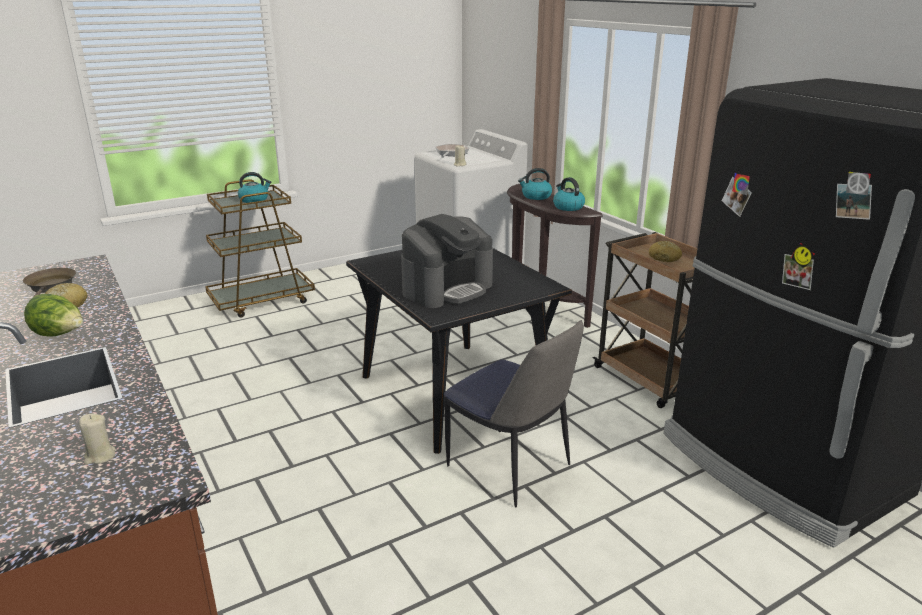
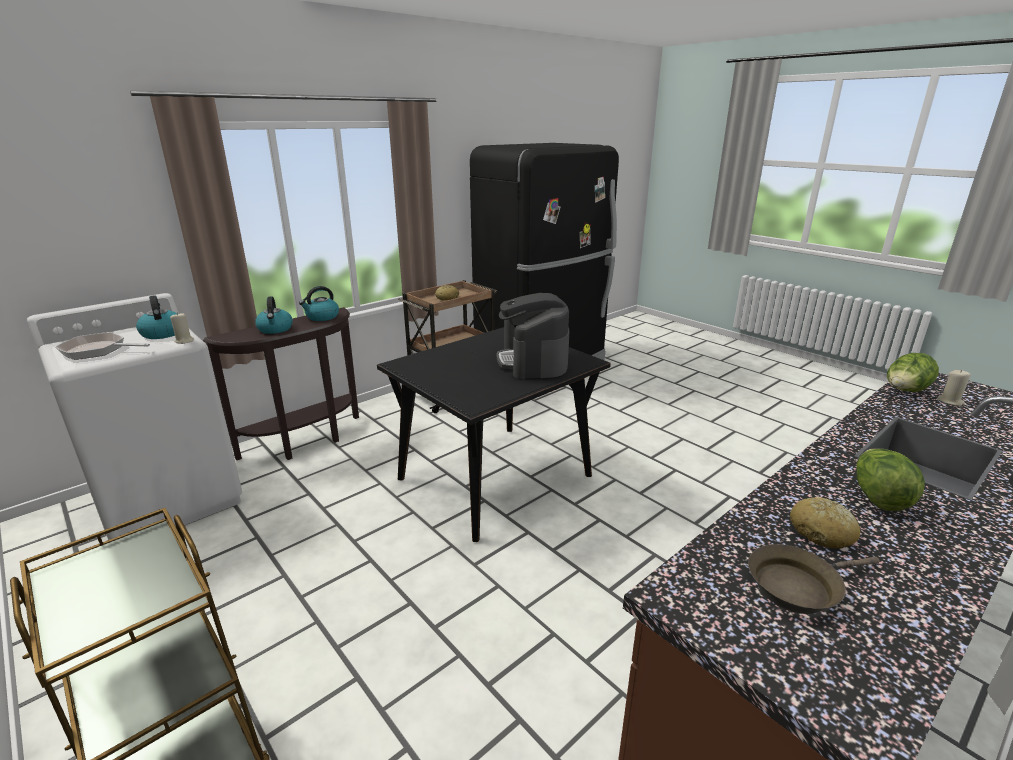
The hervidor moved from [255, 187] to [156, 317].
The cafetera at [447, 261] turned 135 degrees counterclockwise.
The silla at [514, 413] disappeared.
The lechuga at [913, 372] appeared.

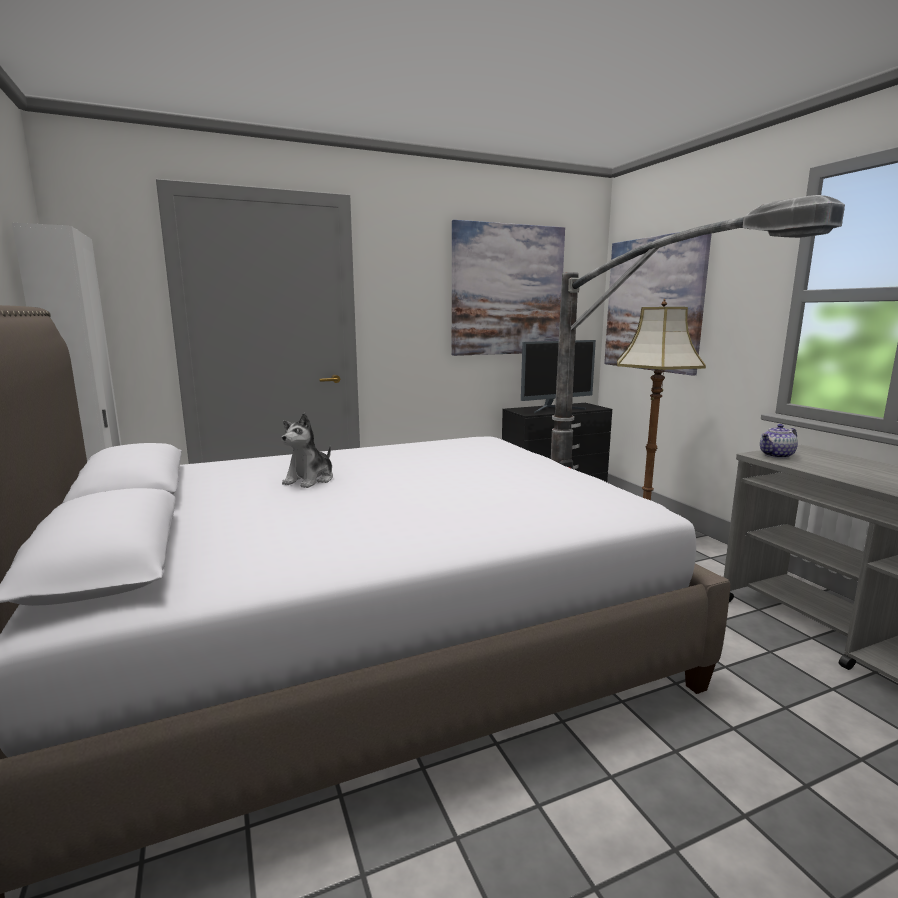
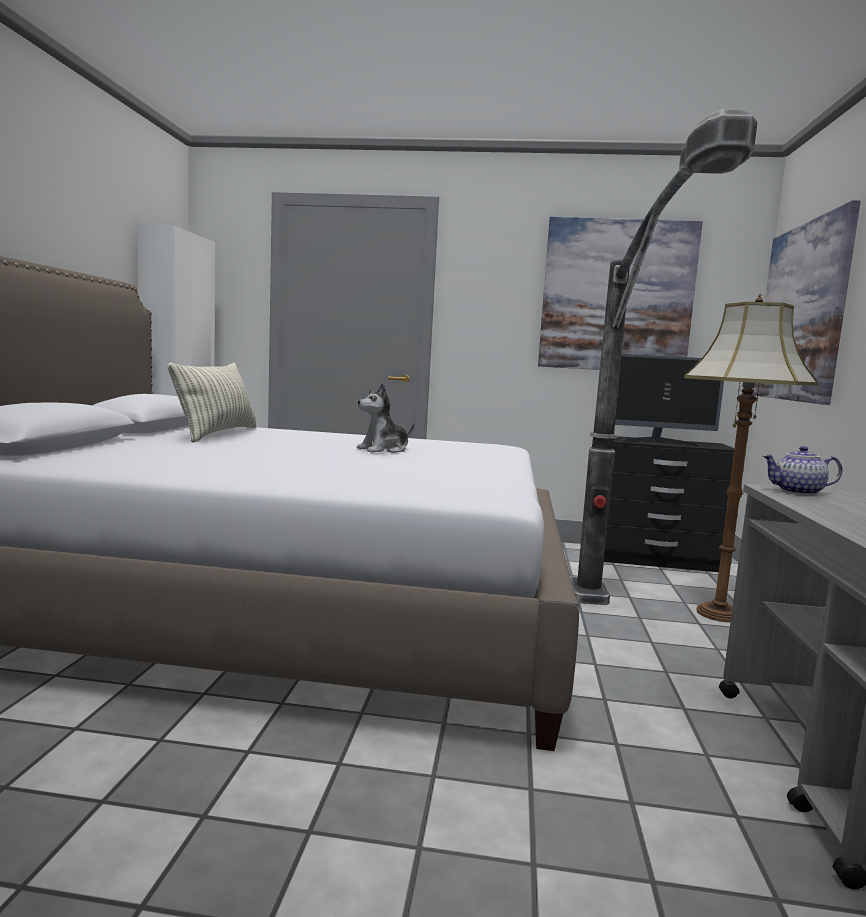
The peluche moved from [307, 450] to [385, 418].
The cojín at [211, 403] appeared.

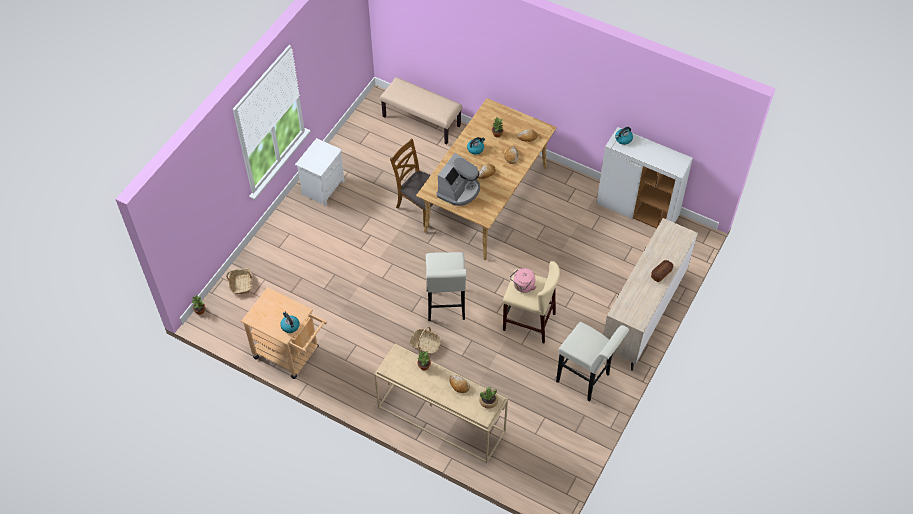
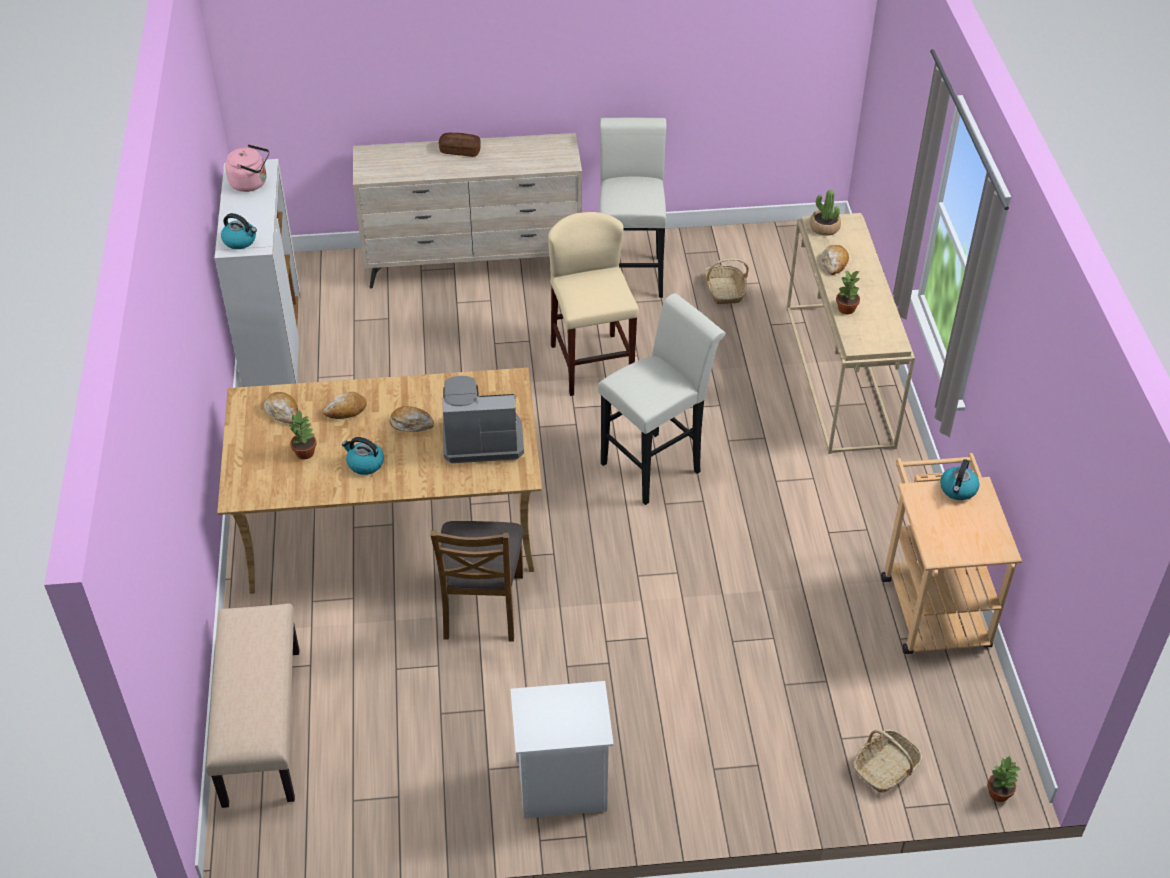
The hervidor (rosa) moved from [523, 280] to [247, 168].
The cesta moved from [425, 340] to [727, 281].

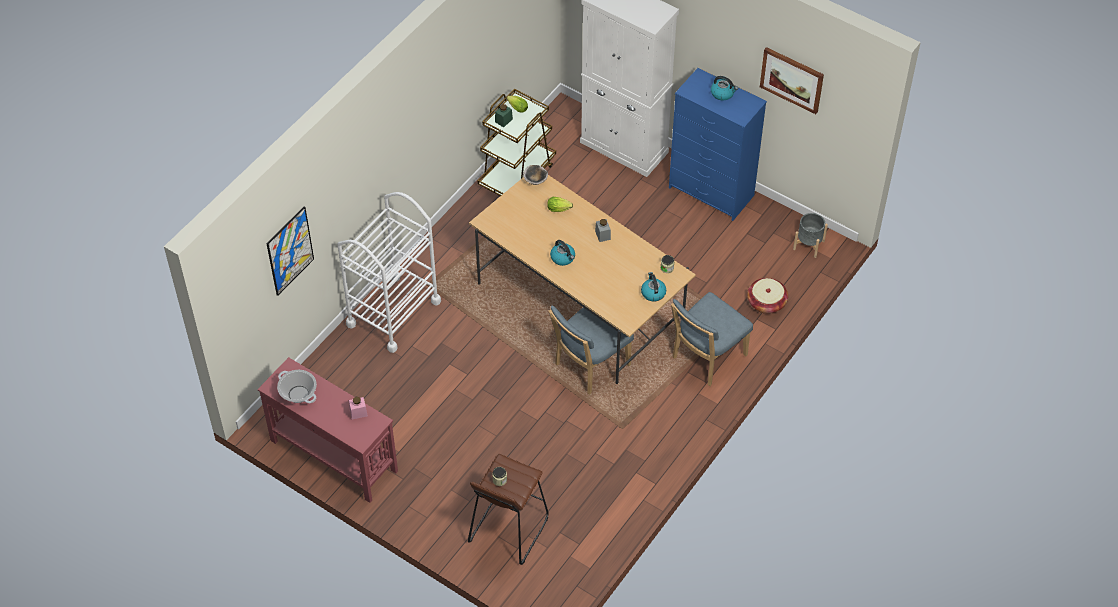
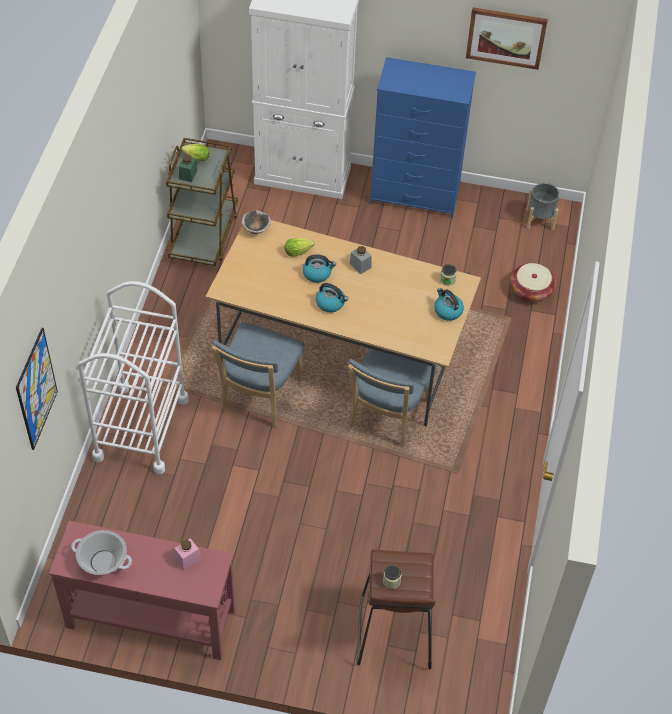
The hervidor moved from [724, 88] to [319, 268].
The silla (azul) moved from [712, 339] to [258, 374].

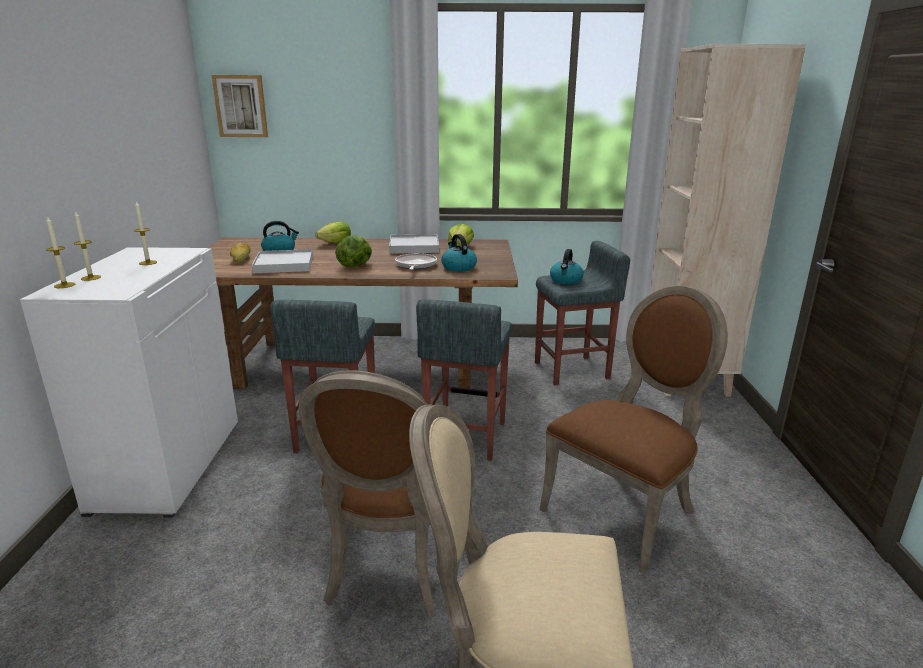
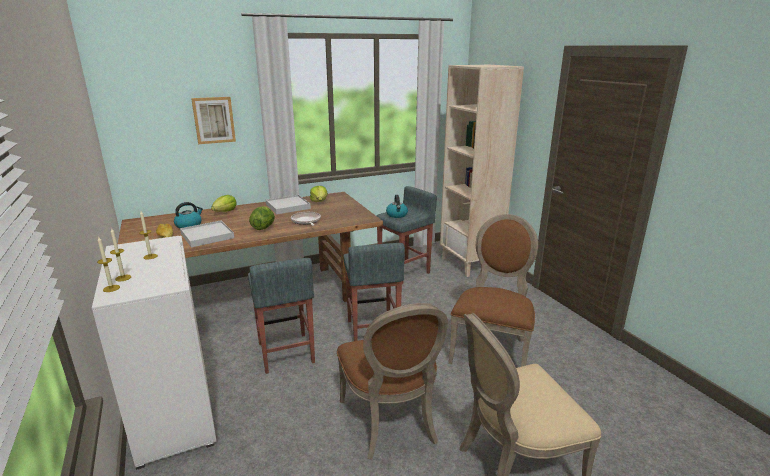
The cuadro moved from [240, 106] to [213, 120].
The hervidor at [459, 253] disappeared.

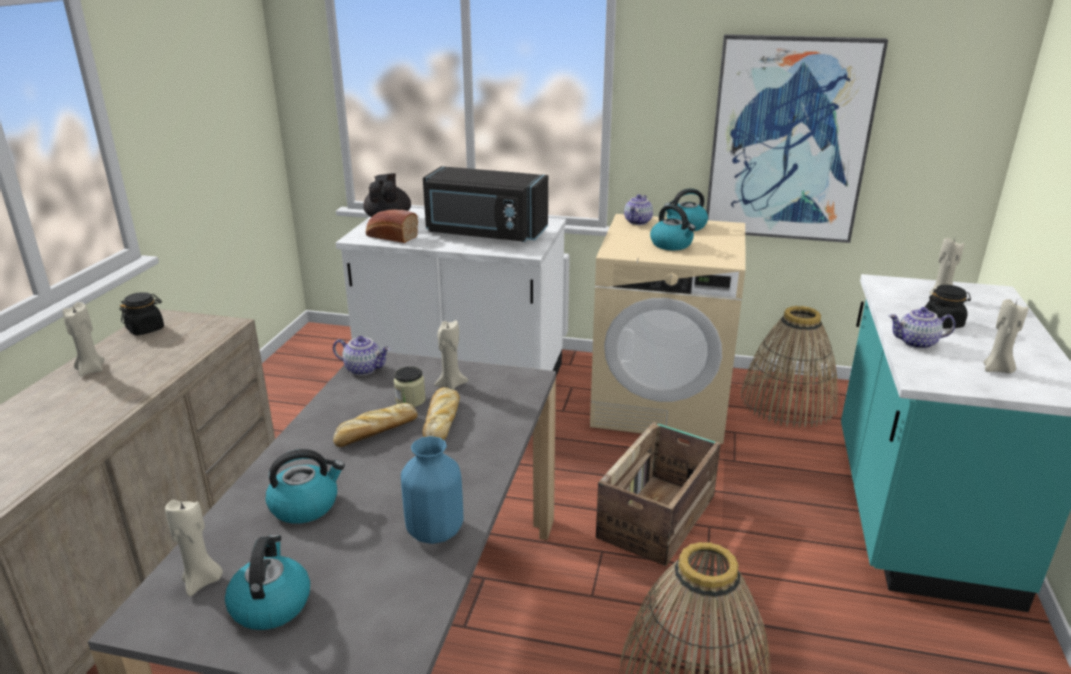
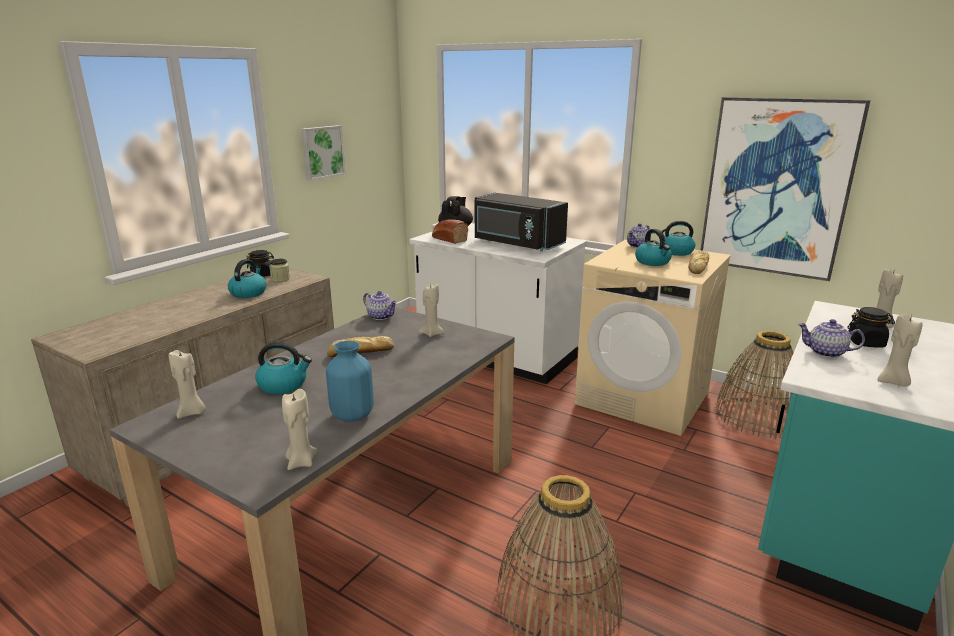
The vela (beis) moved from [84, 339] to [299, 429].
The tarro moved from [410, 386] to [279, 270].
The pan moved from [441, 413] to [698, 262].
The caja de embalaje at [658, 494] disappeared.
The hervidor moved from [267, 582] to [247, 278].
The cuadro at [323, 153] appeared.

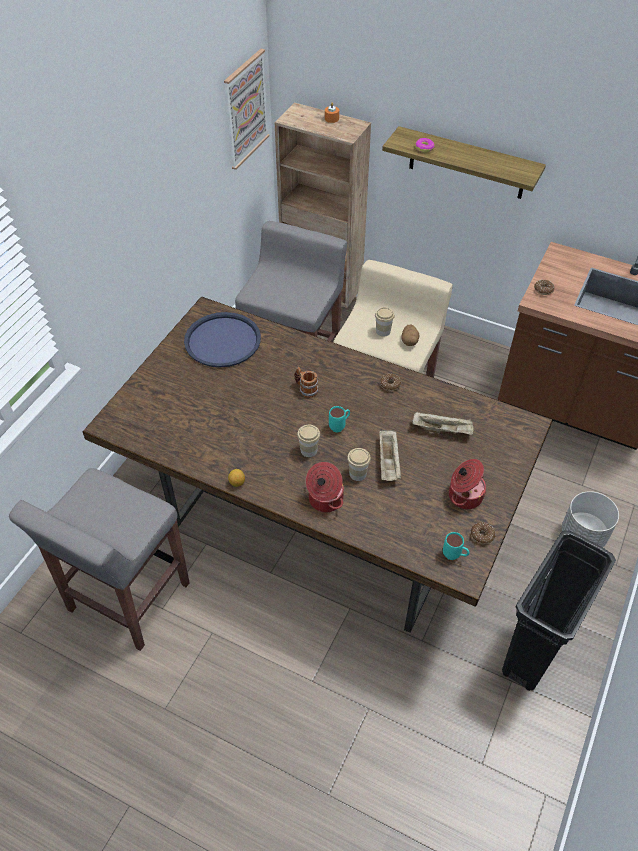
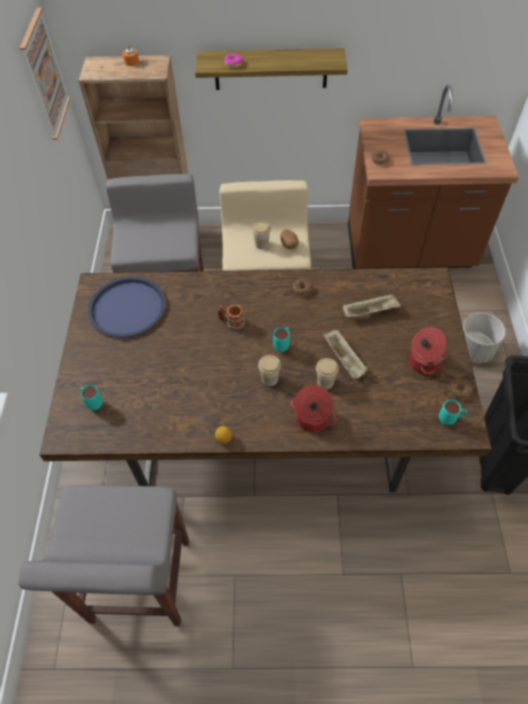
The taza grande (turquesa) at [91, 397] appeared.

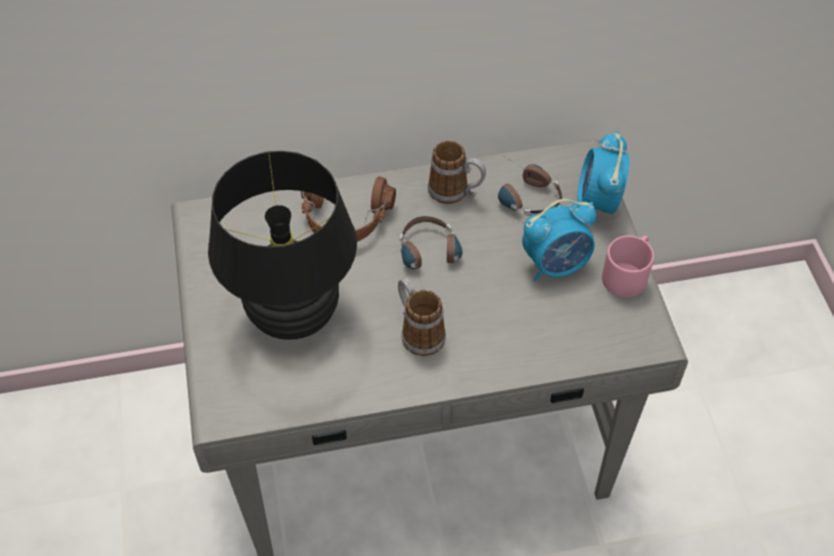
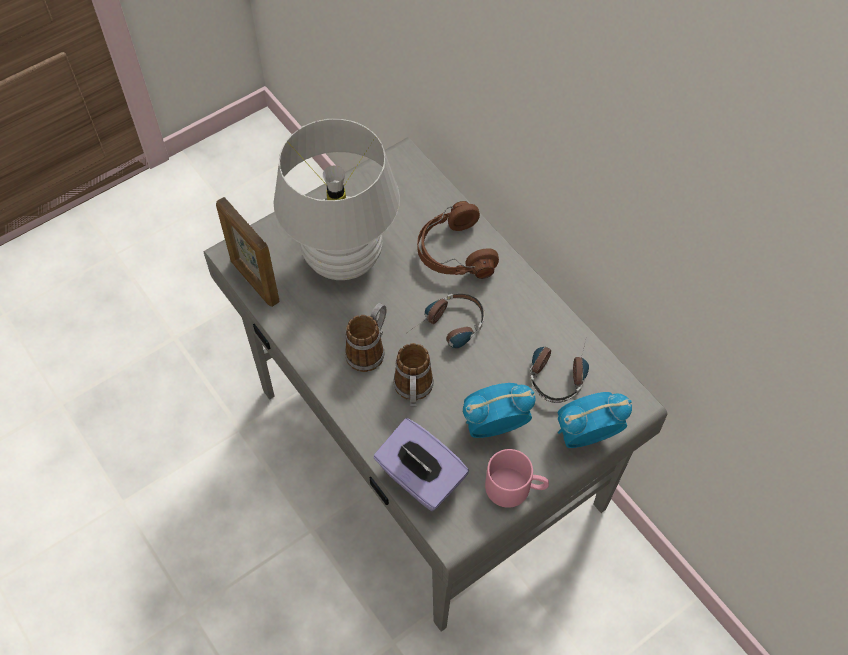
The taza grande moved from [457, 172] to [413, 375].
The lámpara de mesa (negro) at [282, 245] became the lámpara de mesa (blanco) at [337, 199].
The despertador at [559, 240] turned 120 degrees clockwise.
The portarretratos at [248, 252] appeared.
The caja de pañuelos (morado) at [421, 464] appeared.

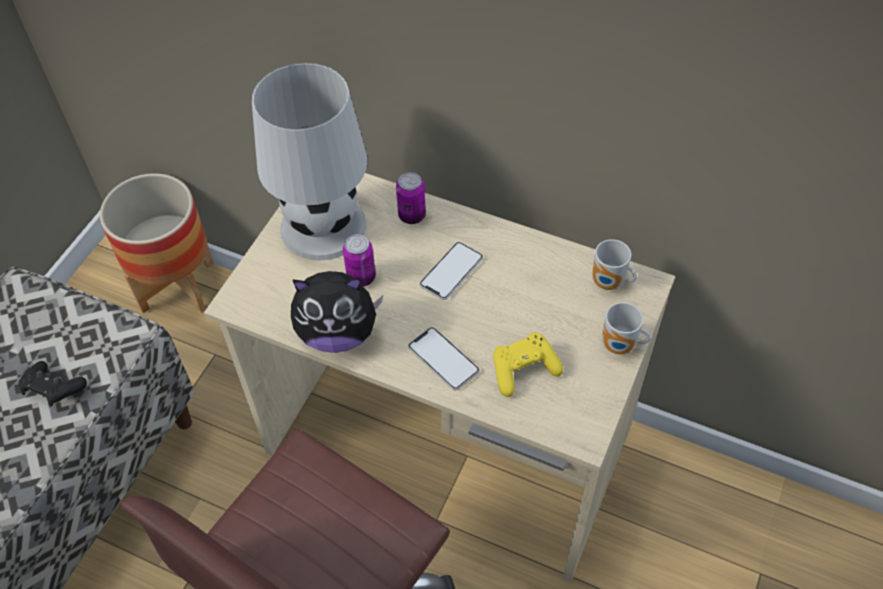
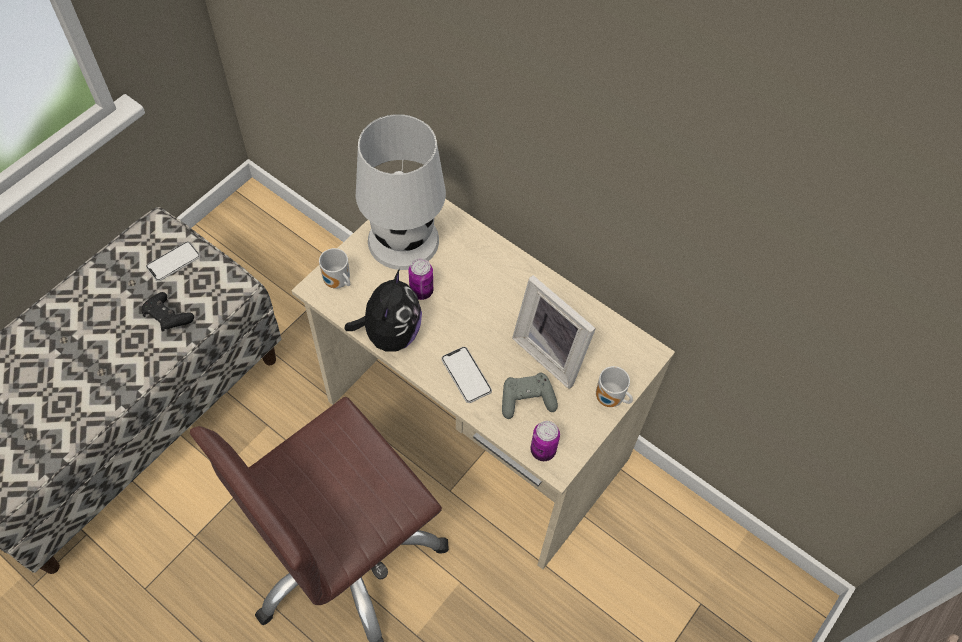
The lata moved from [411, 198] to [545, 441].
The maceta at [157, 243] disappeared.
The taza grande moved from [614, 264] to [334, 268].
The móvil moved from [451, 271] to [173, 261].
The peluche at [337, 312] turned 90 degrees counterclockwise.
The mando de consola (amarillo) at [528, 364] became the mando de consola (gris) at [530, 396].
The portarretratos at [554, 332] appeared.

